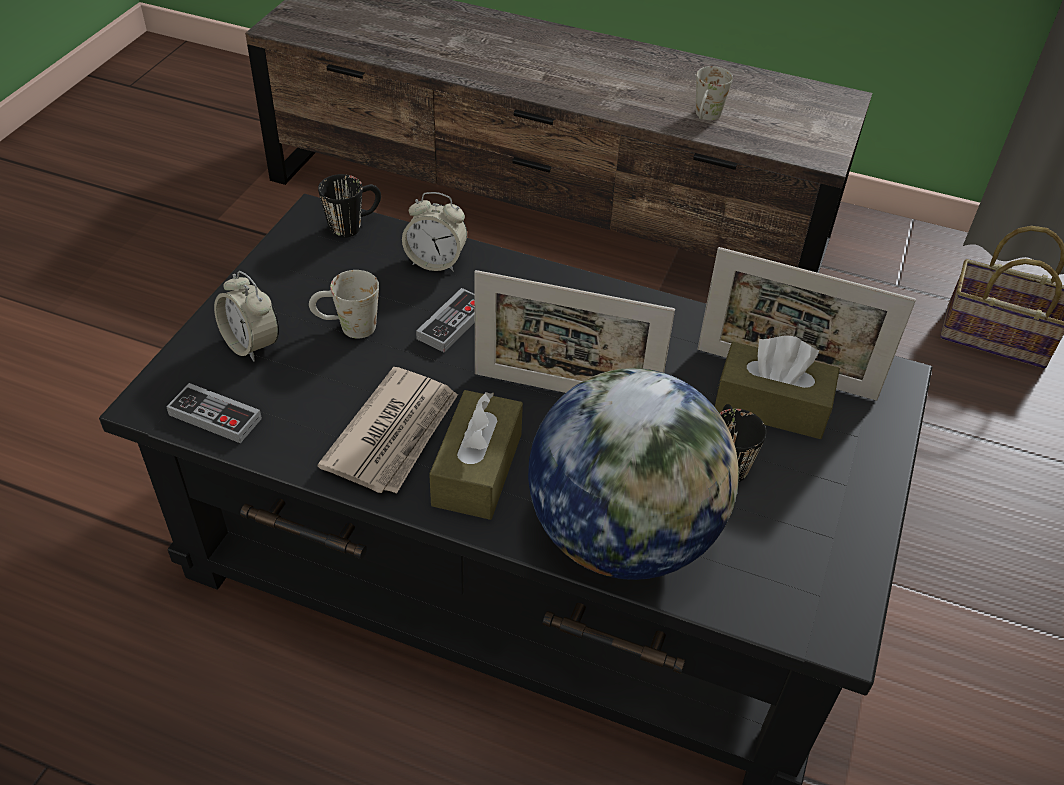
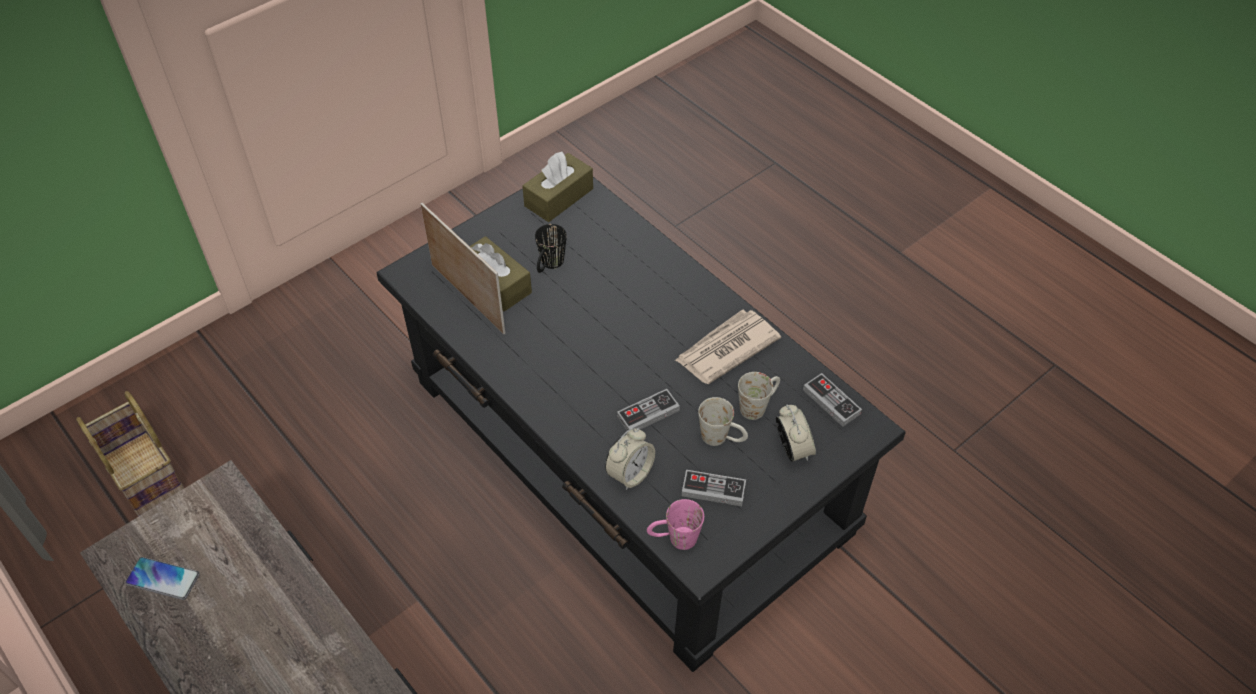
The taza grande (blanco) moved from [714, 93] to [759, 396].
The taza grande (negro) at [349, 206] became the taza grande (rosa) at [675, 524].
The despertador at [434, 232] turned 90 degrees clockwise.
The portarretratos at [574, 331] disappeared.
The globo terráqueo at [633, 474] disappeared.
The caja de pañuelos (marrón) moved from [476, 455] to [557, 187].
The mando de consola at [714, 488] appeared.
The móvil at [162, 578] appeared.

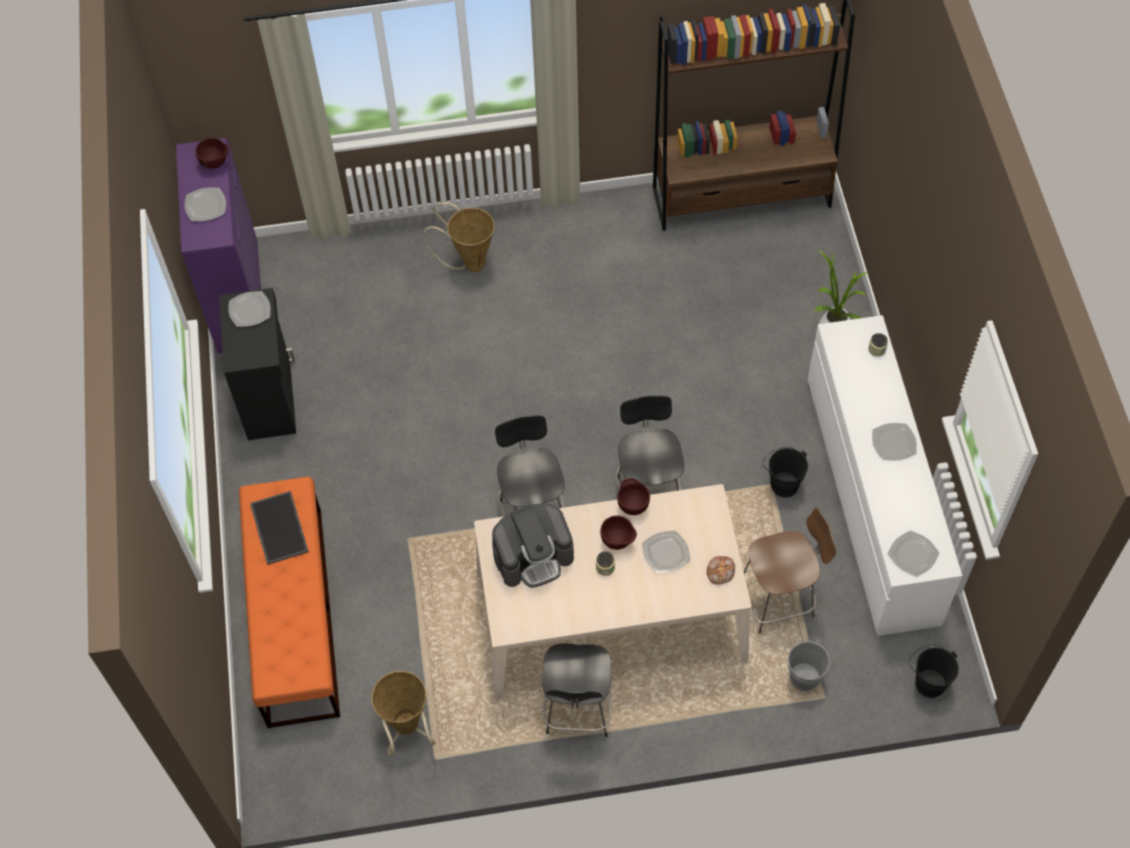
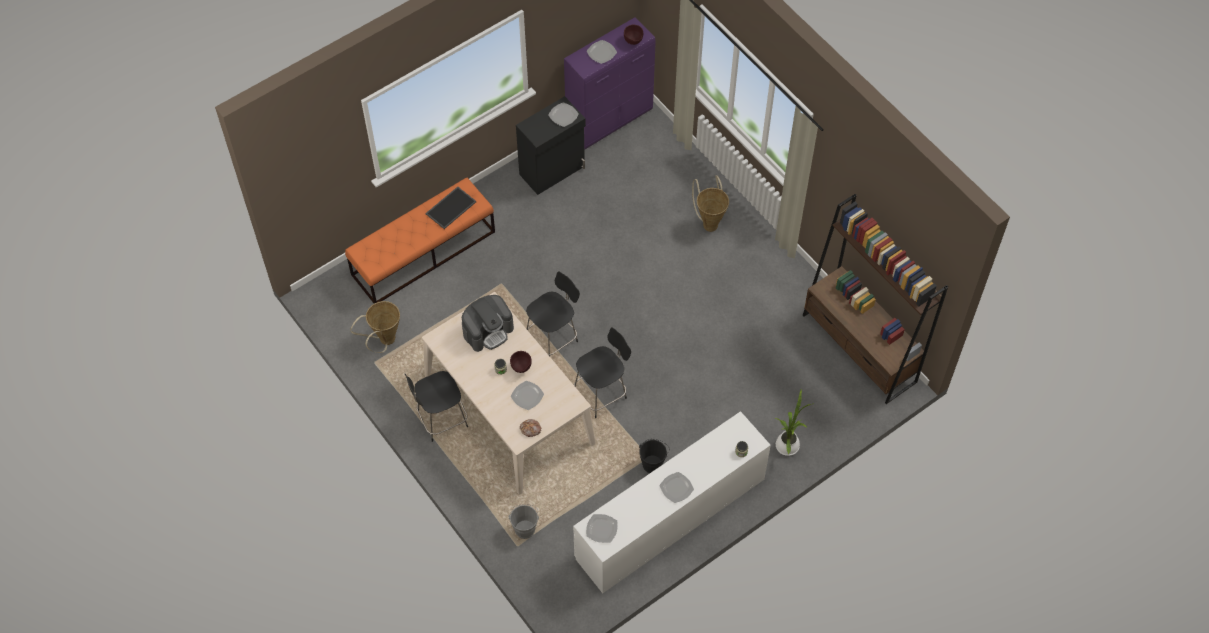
The cuenco (marrón) at [633, 496] disappeared.
The cafetera at [533, 546] turned 75 degrees counterclockwise.
The silla (marrón) at [790, 571] disappeared.
The cubo (negro) at [934, 671] disappeared.

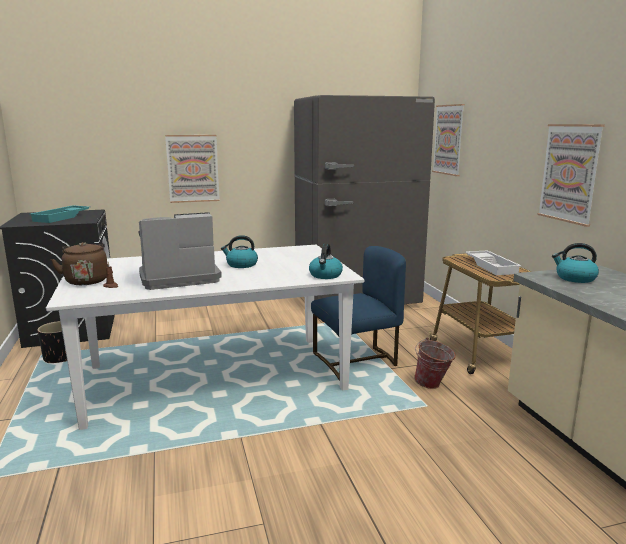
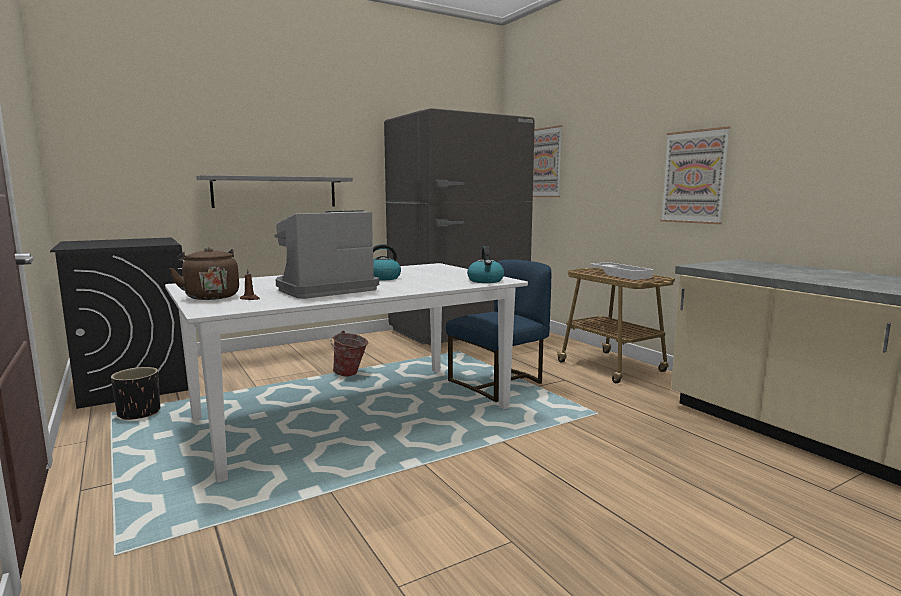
The cuadro at [192, 169] was replaced by the estante (gris) at [274, 191].
The bandeja (turquesa) at [59, 214] disappeared.
The hervidor at [575, 263] disappeared.
The cubo moved from [435, 363] to [349, 354].

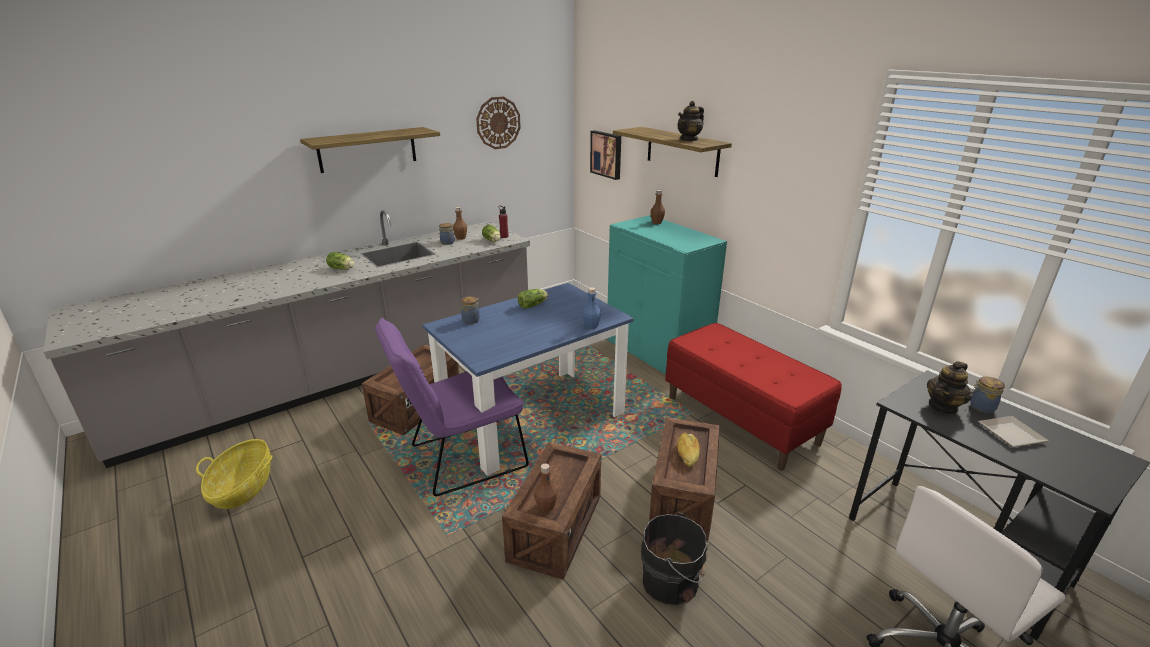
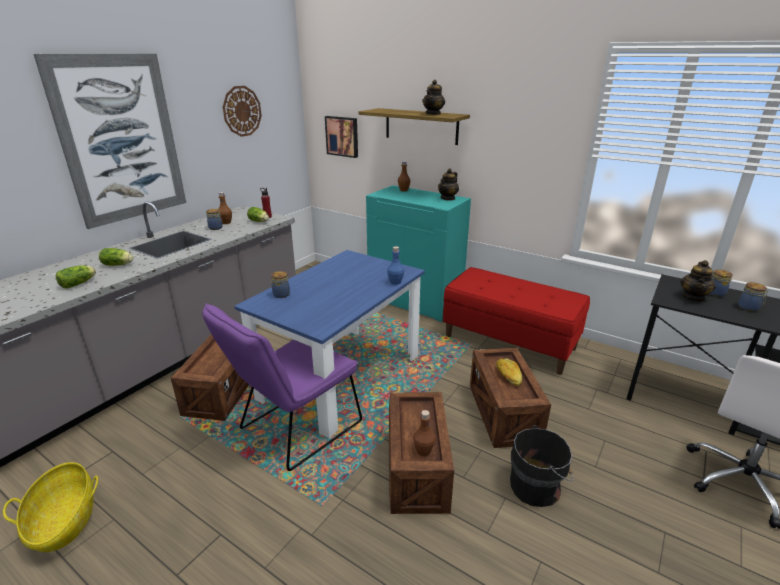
The estante at [370, 150] was replaced by the cuadro at [110, 141].
The lechuga moved from [533, 299] to [76, 277].
The plato at [1013, 431] was replaced by the tarro at [753, 296].
The tetera at [448, 184] appeared.

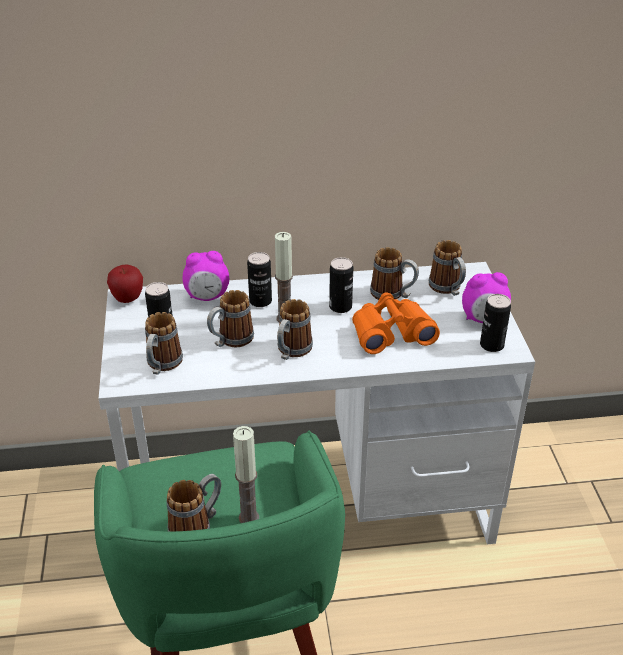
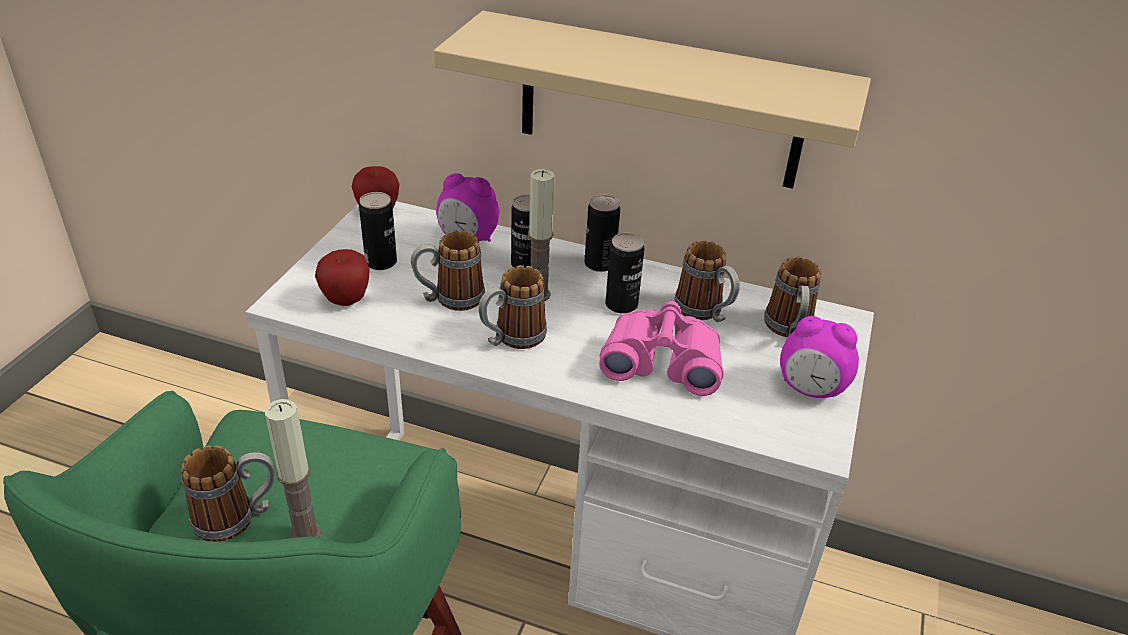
The prismáticos (naranja) at [396, 323] became the prismáticos (rosa) at [661, 348].
The lata moved from [495, 323] to [602, 233].
The taza grande at [164, 343] was replaced by the manzana at [342, 277].
The estante (beis) at [652, 100] appeared.

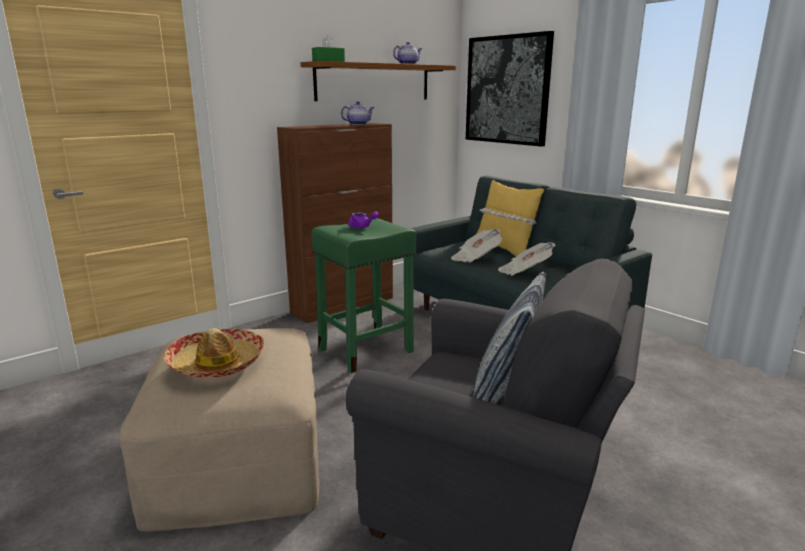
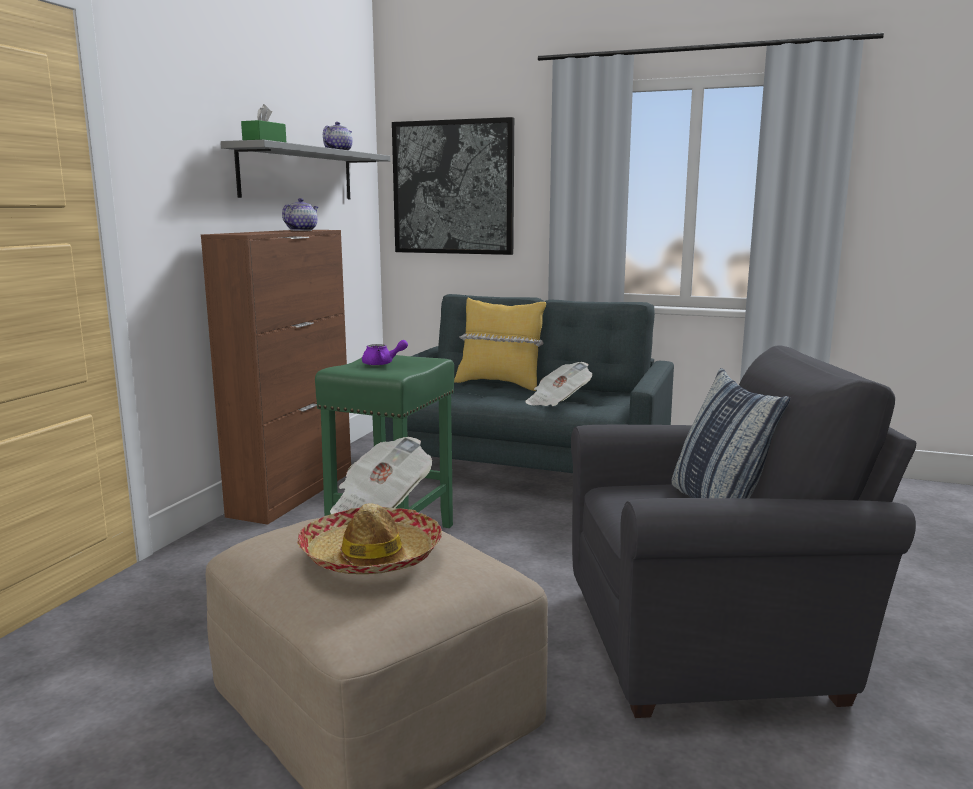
The estante (marrón) at [378, 81] became the estante (gris) at [305, 169].
The periódico moved from [476, 246] to [381, 475].

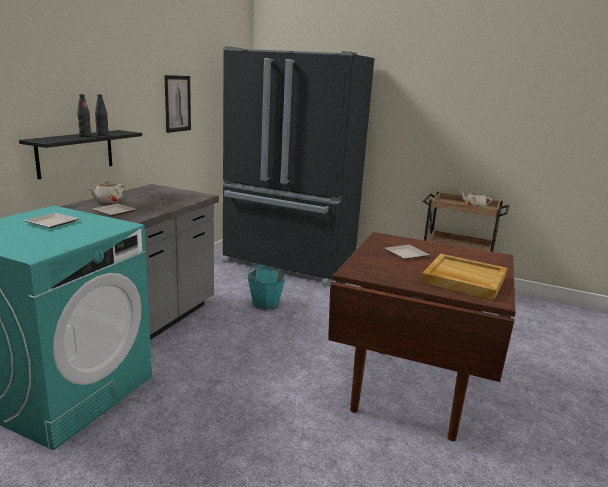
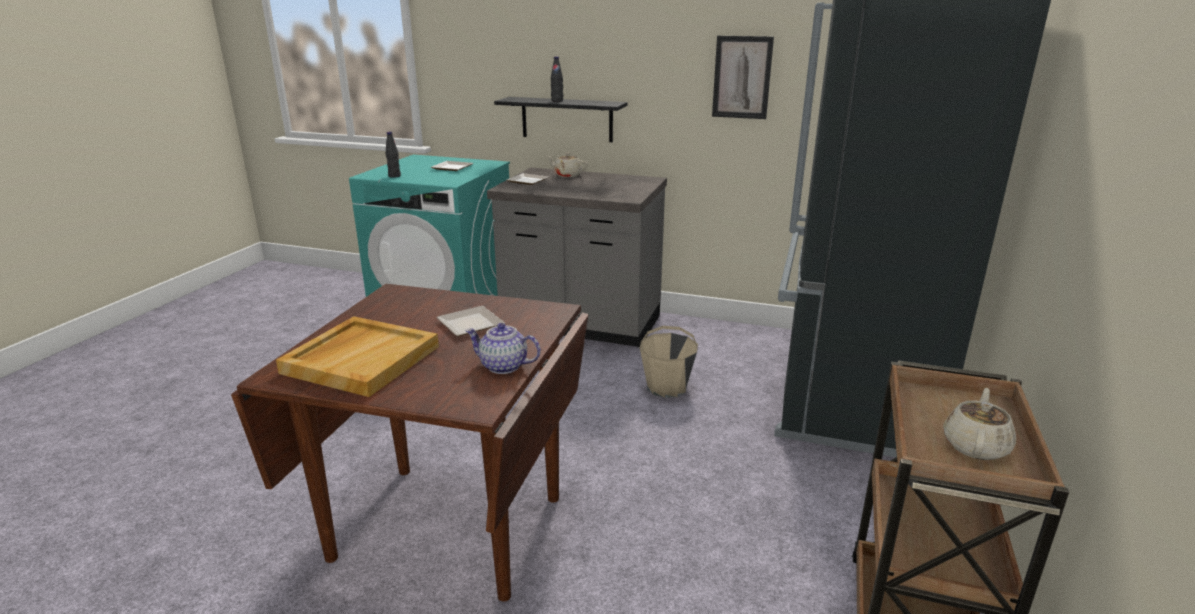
The botella (negro) moved from [102, 115] to [393, 155].
The cubo (turquesa) at [266, 287] became the cubo (beis) at [669, 362].
The tetera at [503, 348] appeared.

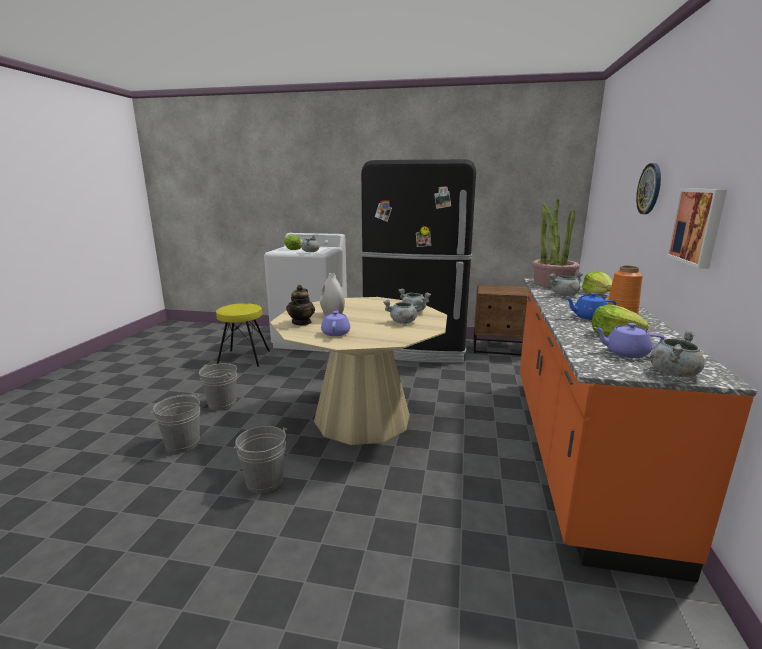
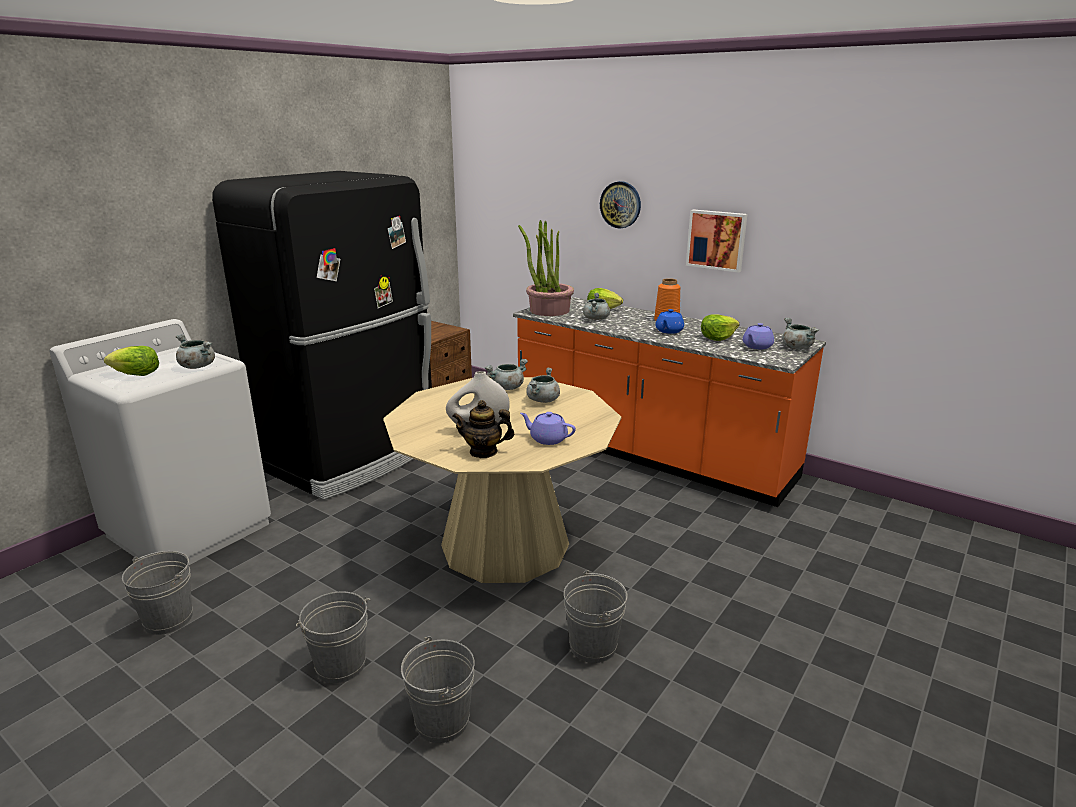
The tetera at [300, 305] turned 150 degrees clockwise.
The taburete (amarillo) at [243, 335] was replaced by the cubo (gris) at [157, 593].

